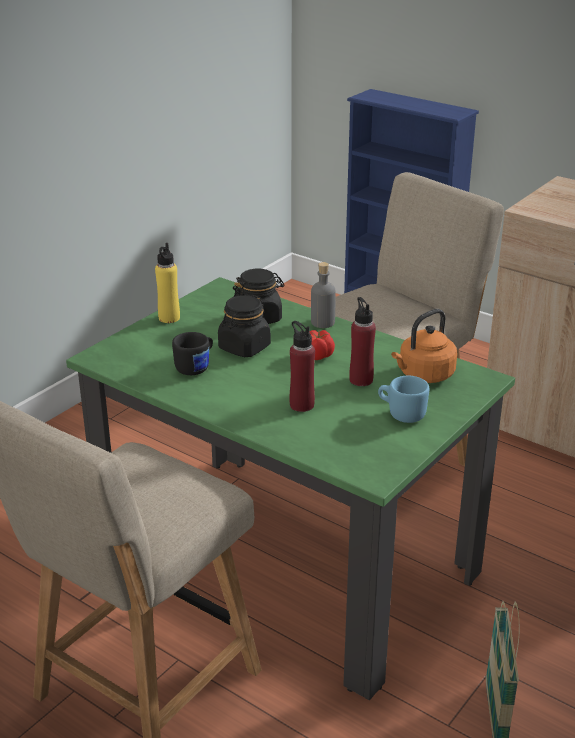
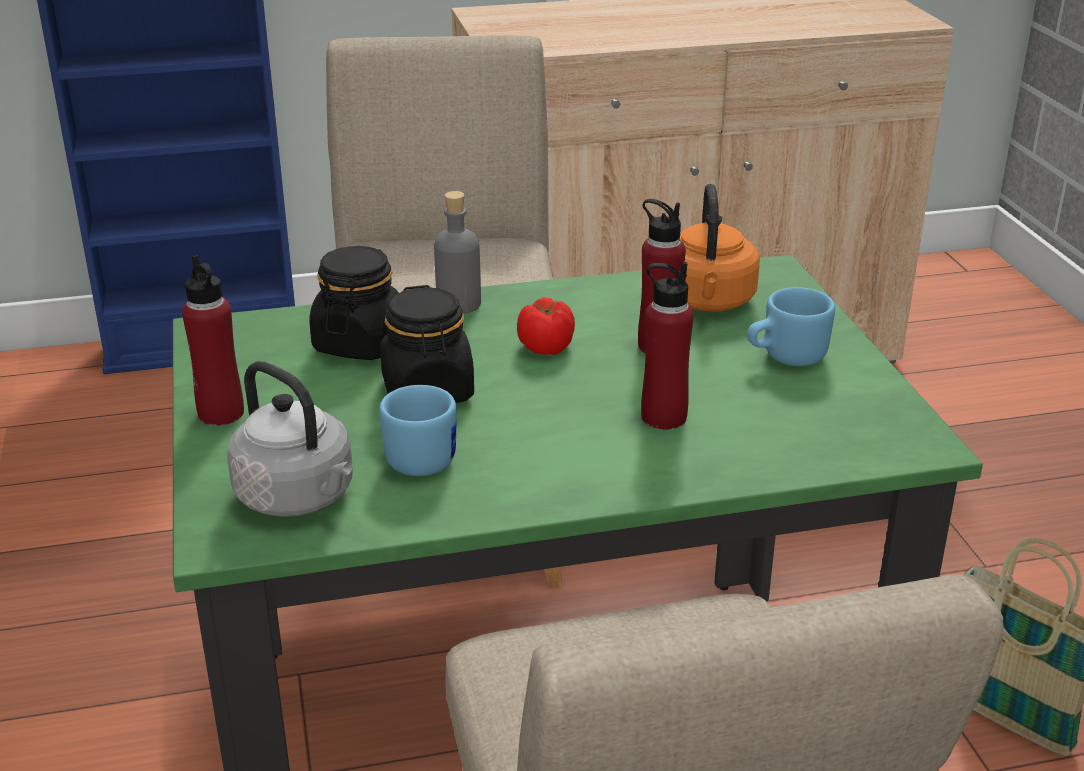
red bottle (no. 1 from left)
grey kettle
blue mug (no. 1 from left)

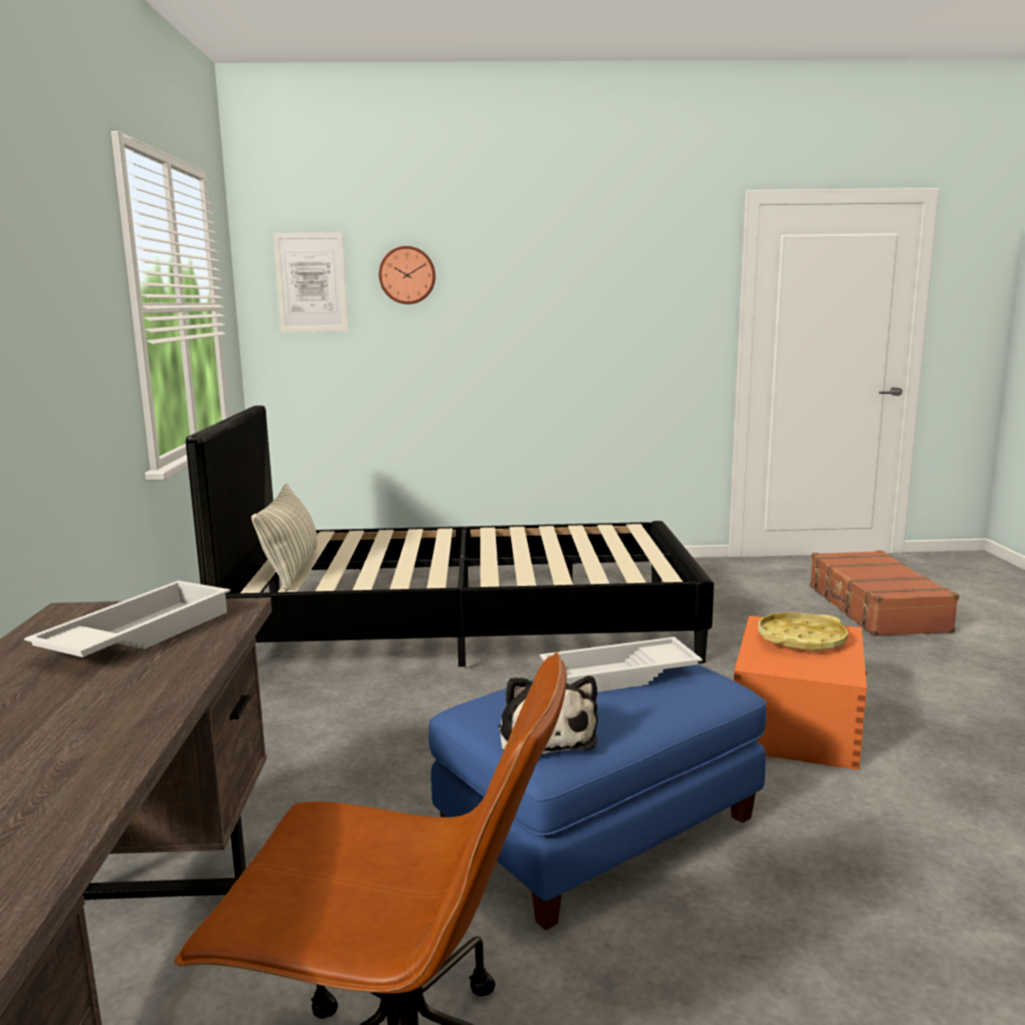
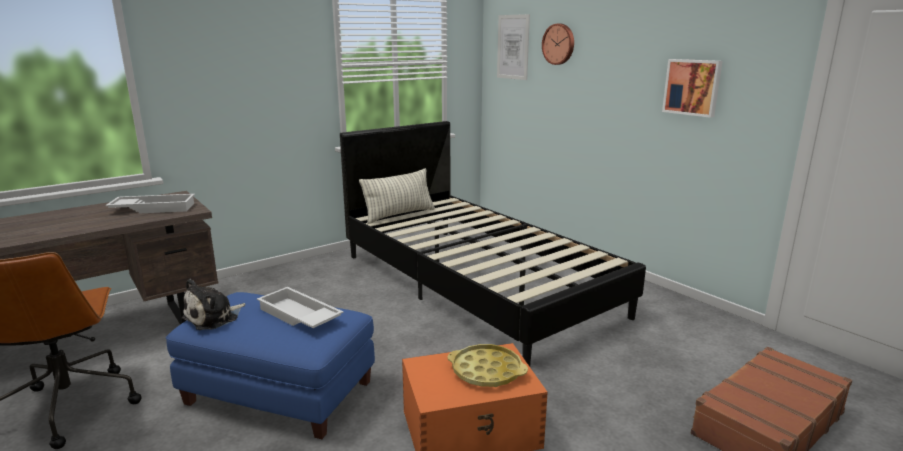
picture (no. 2 from left)

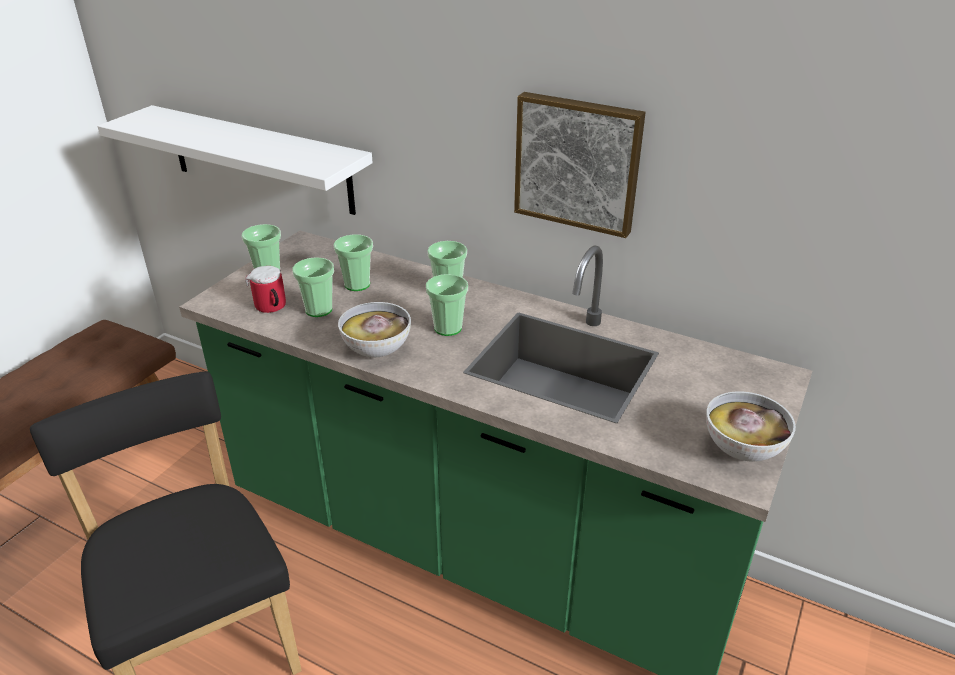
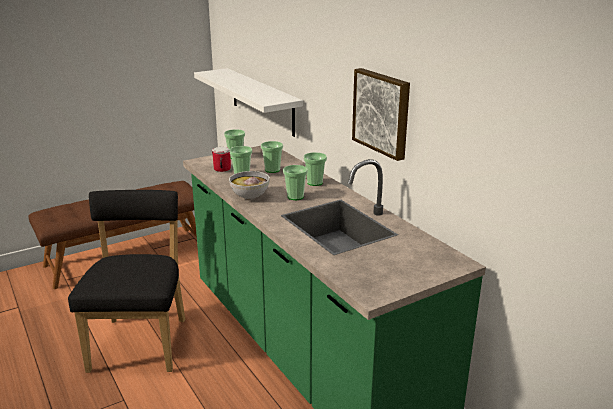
bowl (no. 2 from left in the first image)

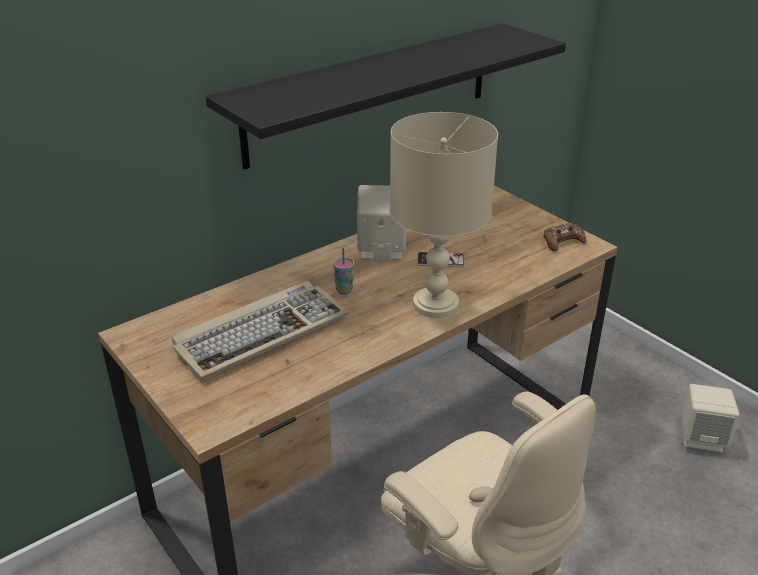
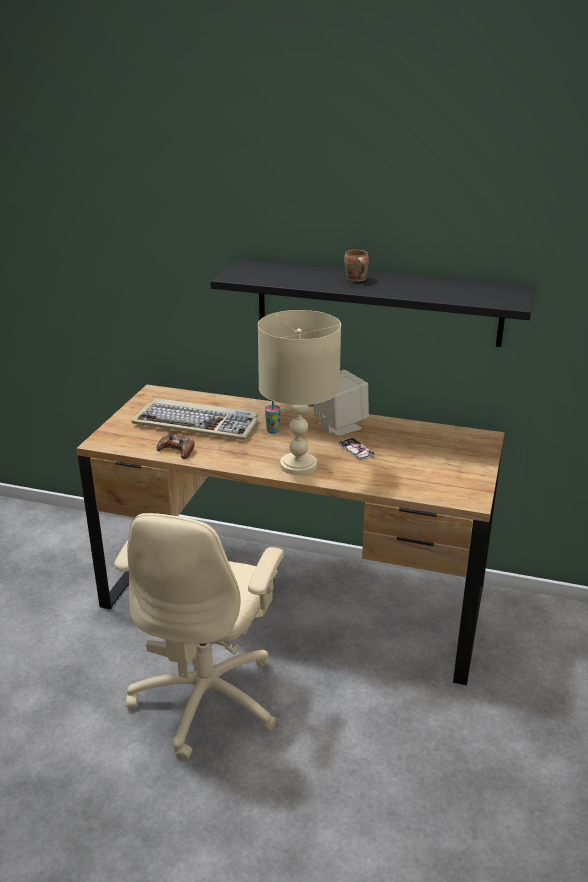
brown game controller
brown mug
beige speaker (no. 2 from left in the first image)

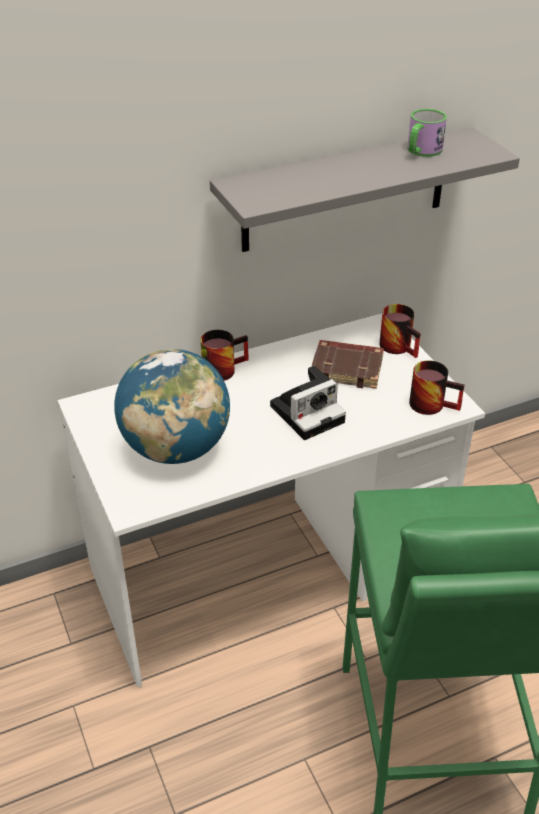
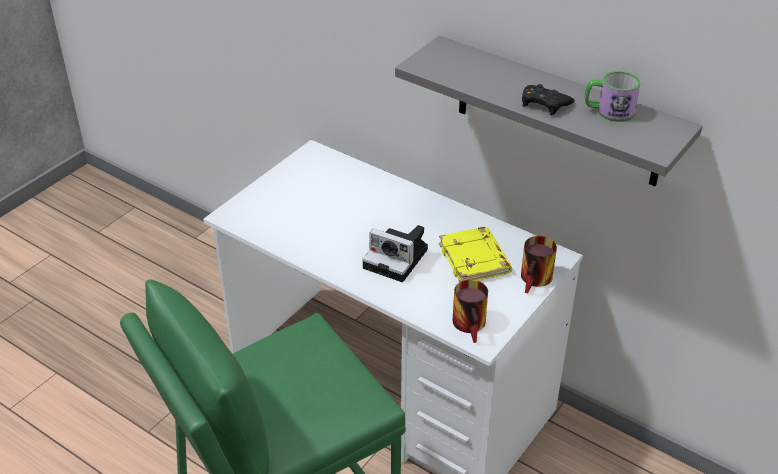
yellow book
black game controller
globe
mug (no. 1 from left in the first image)

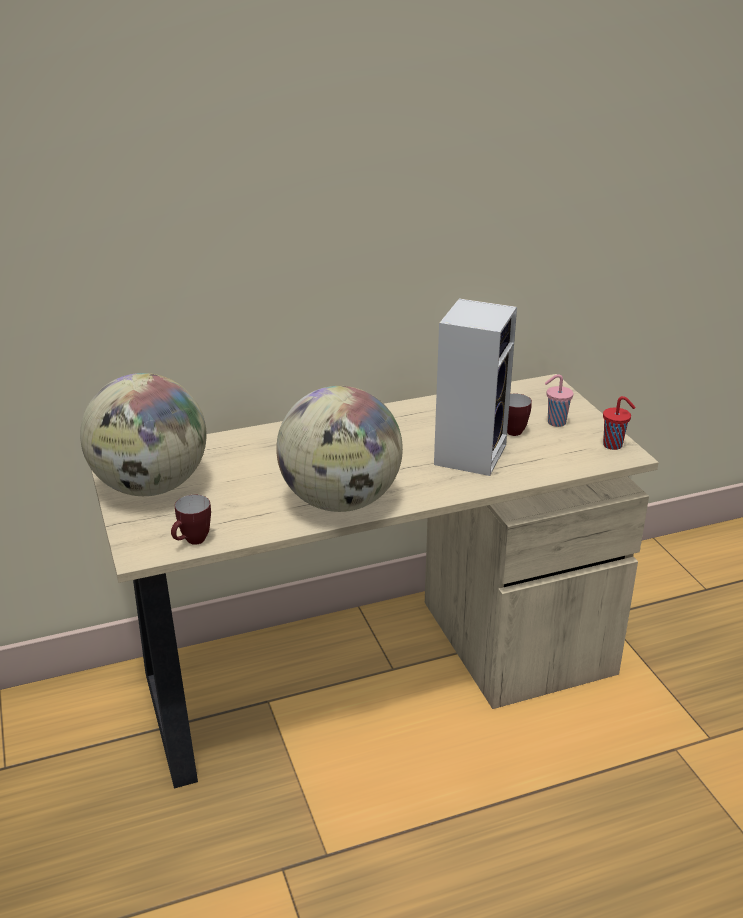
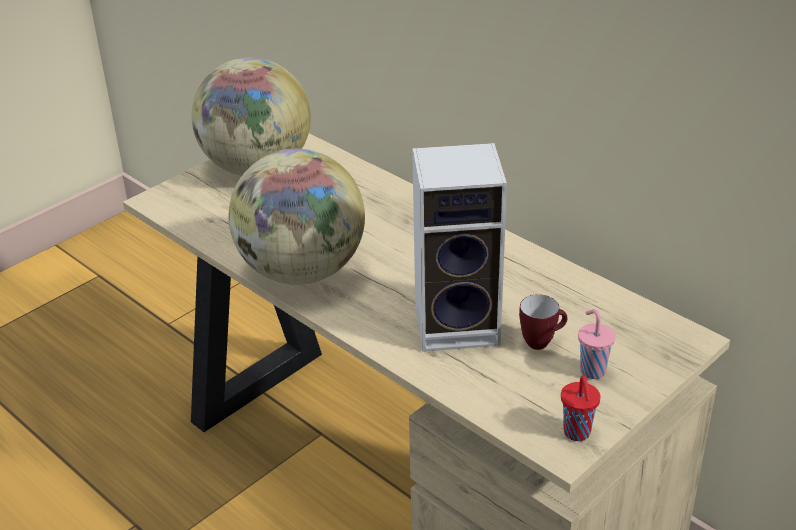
mug (no. 1 from left in the first image)

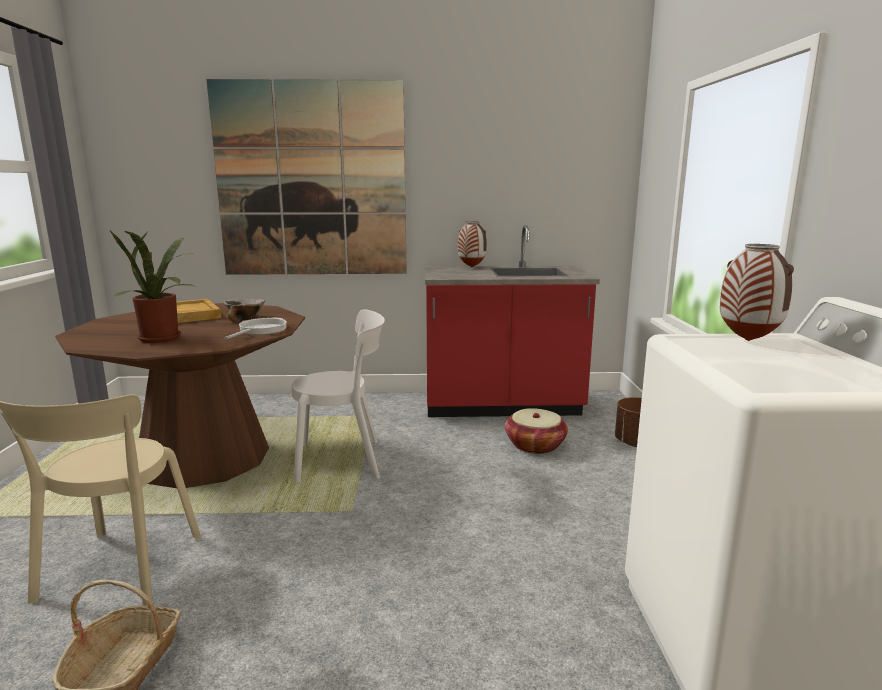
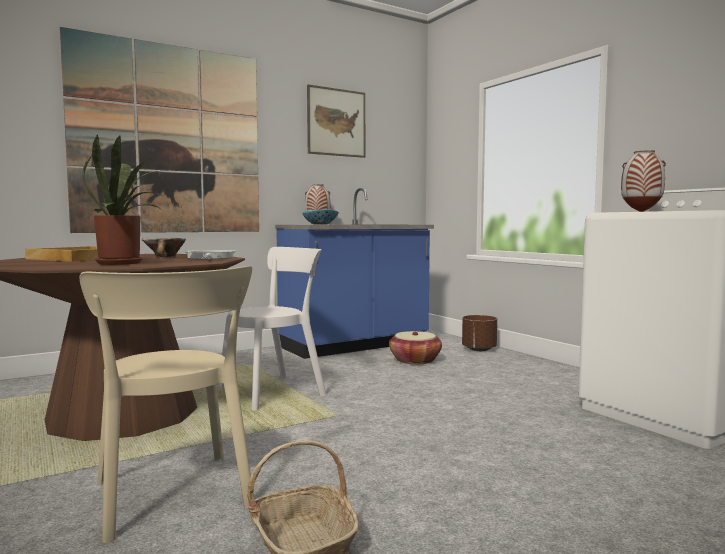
blue counter
bowl (no. 2 from left)
picture (no. 2 from left)

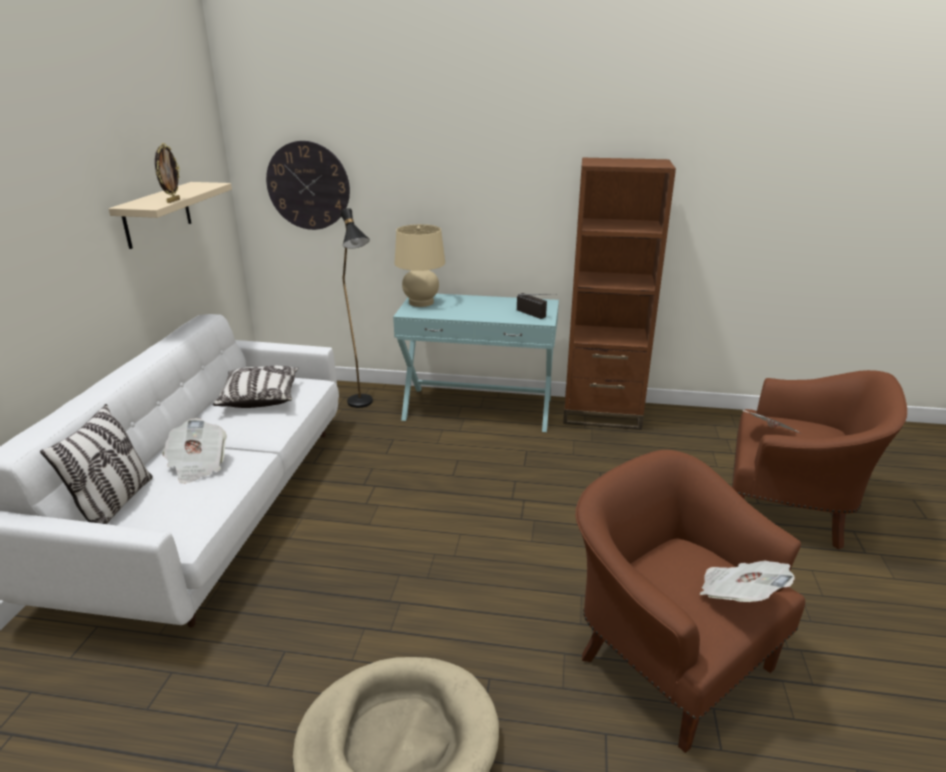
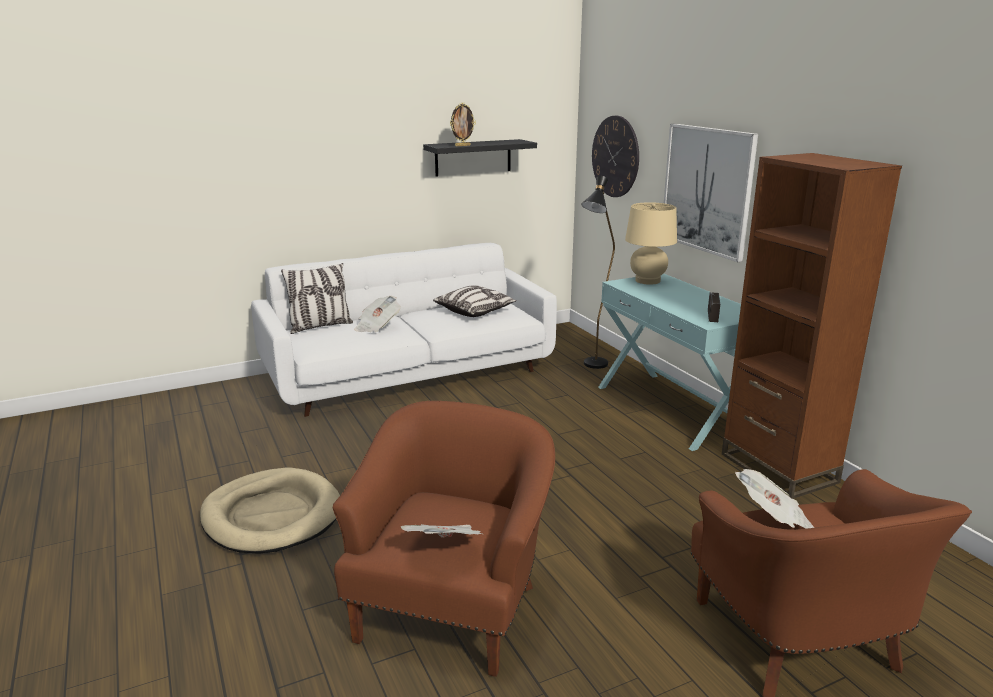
black shelf
picture

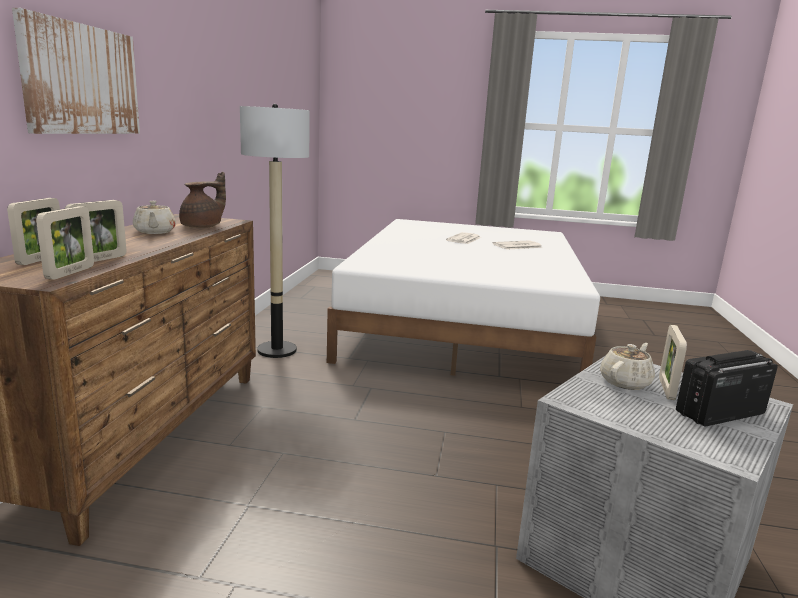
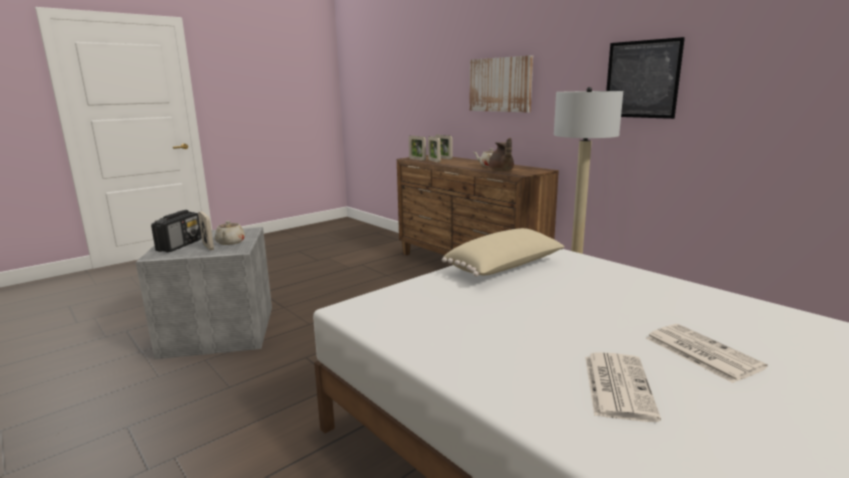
beige pillow
picture (no. 2 from left)

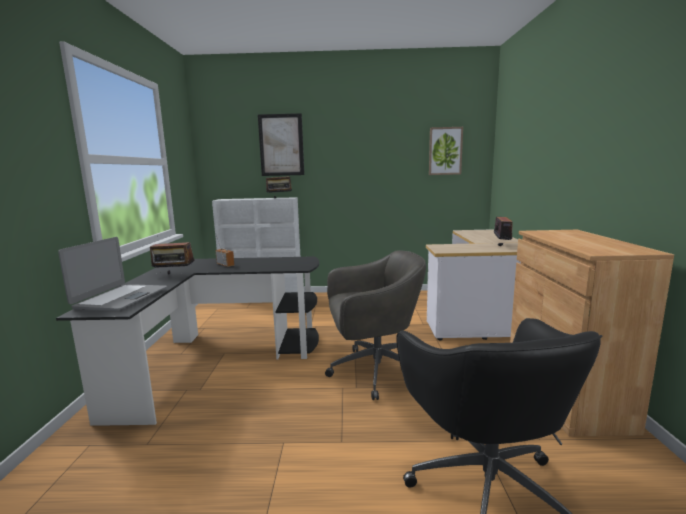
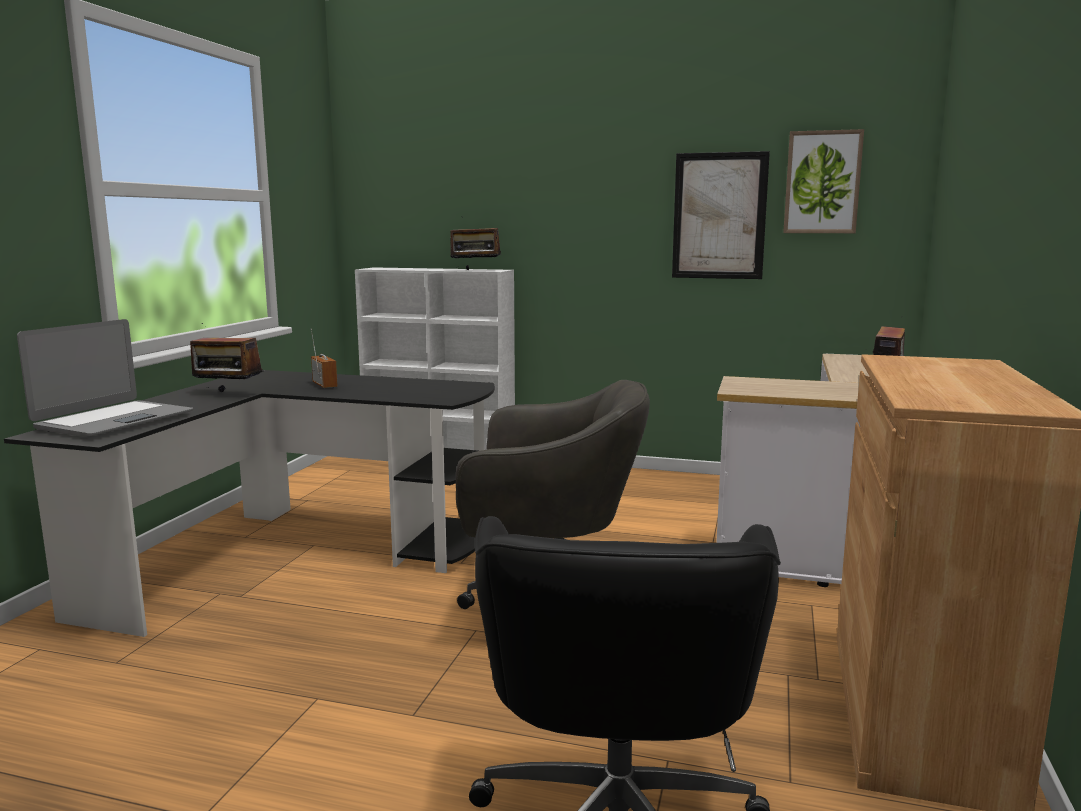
picture (no. 1 from left)

